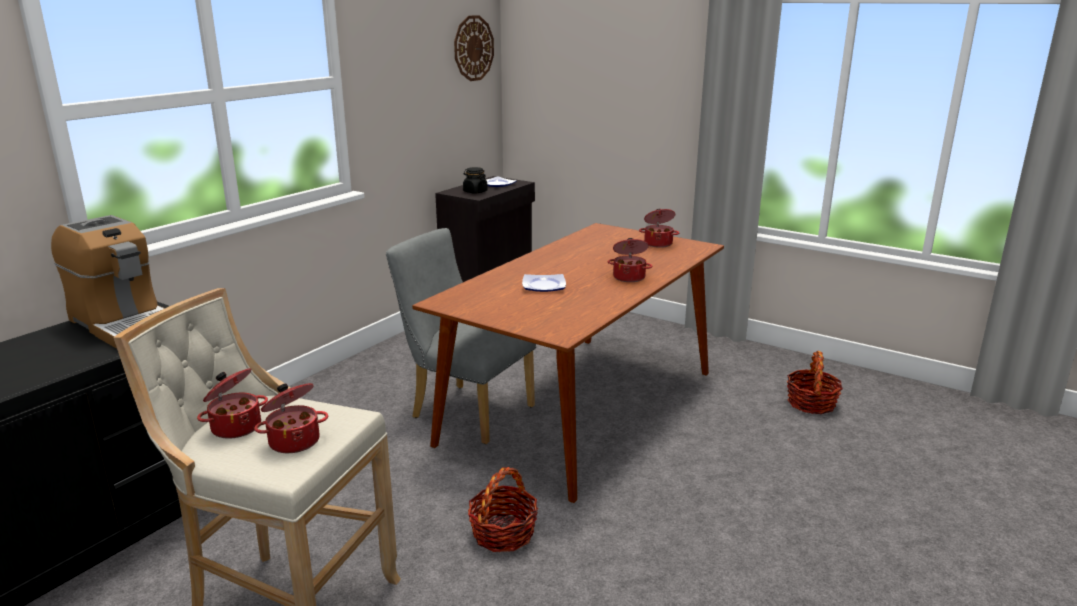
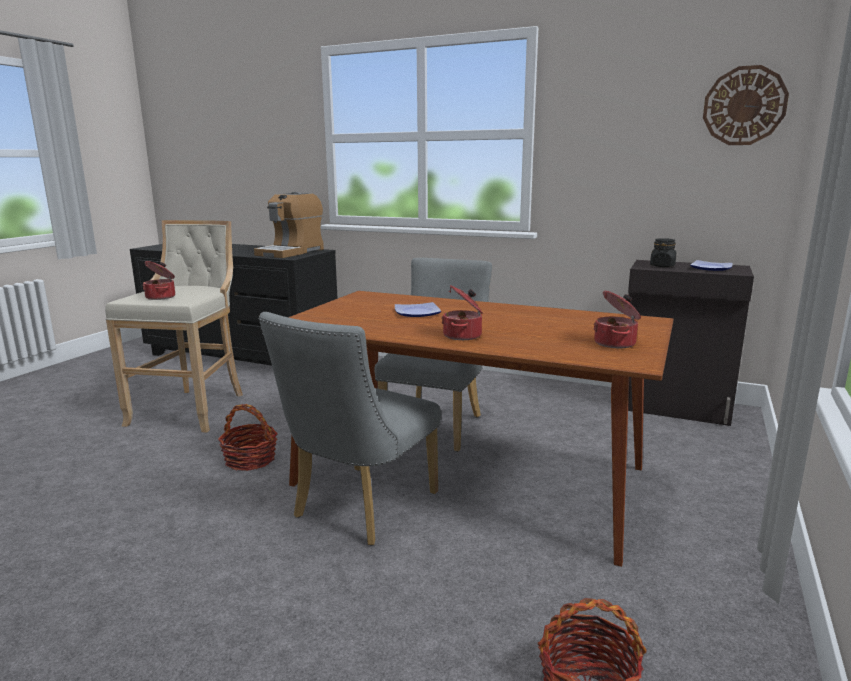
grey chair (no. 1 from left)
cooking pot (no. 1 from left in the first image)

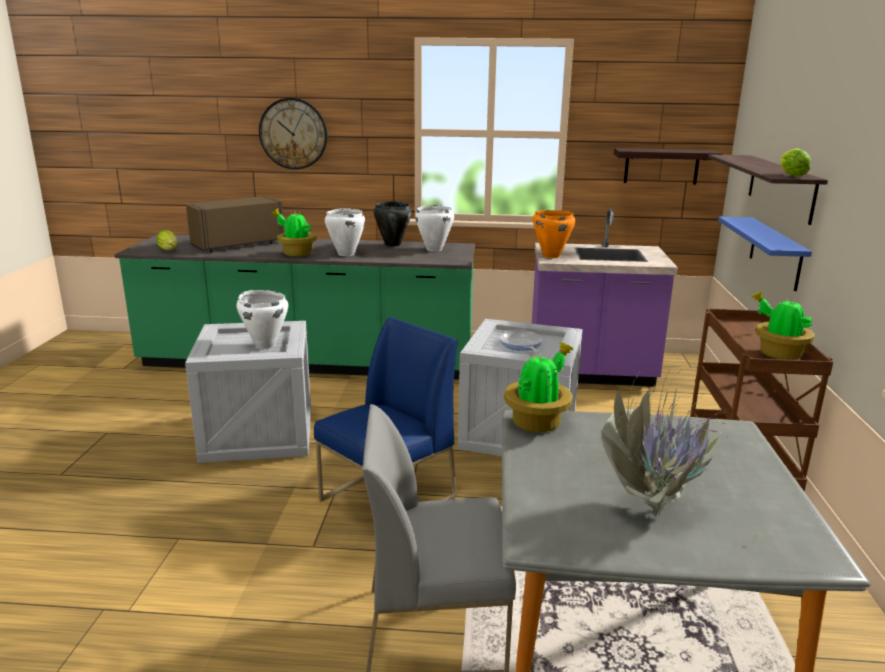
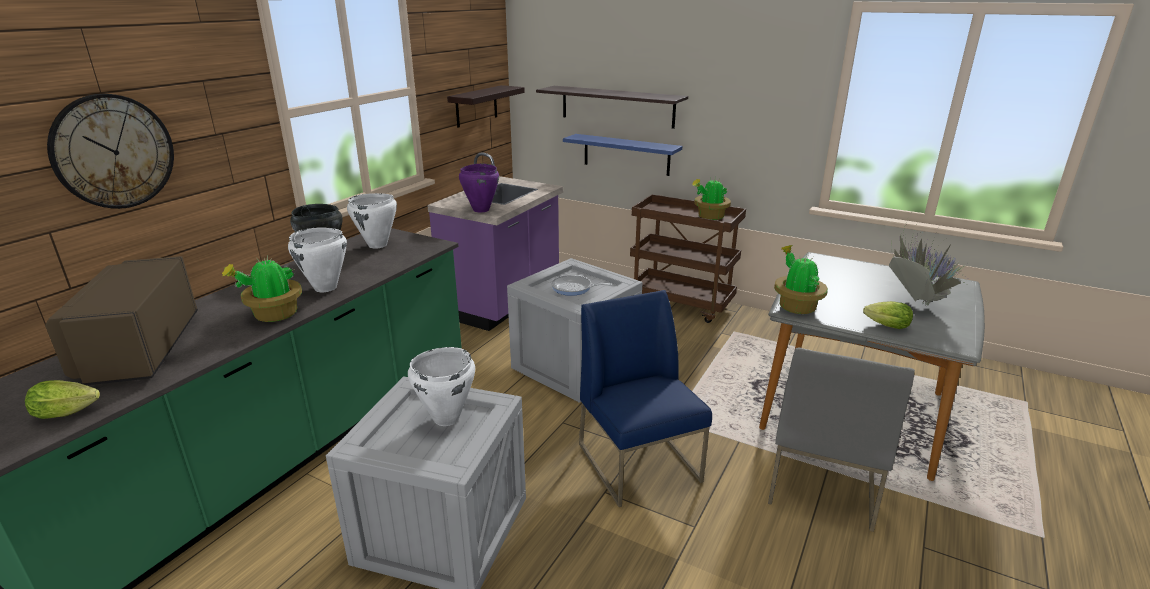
purple cooking pot
lettuce (no. 2 from left)

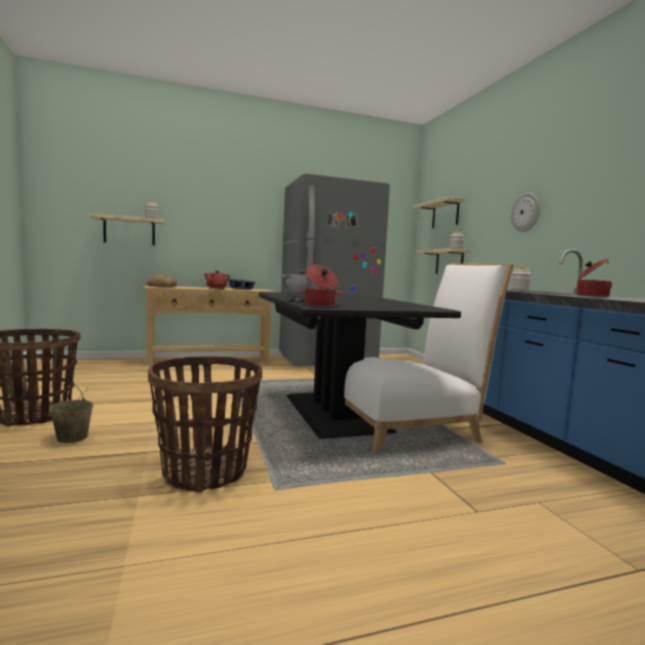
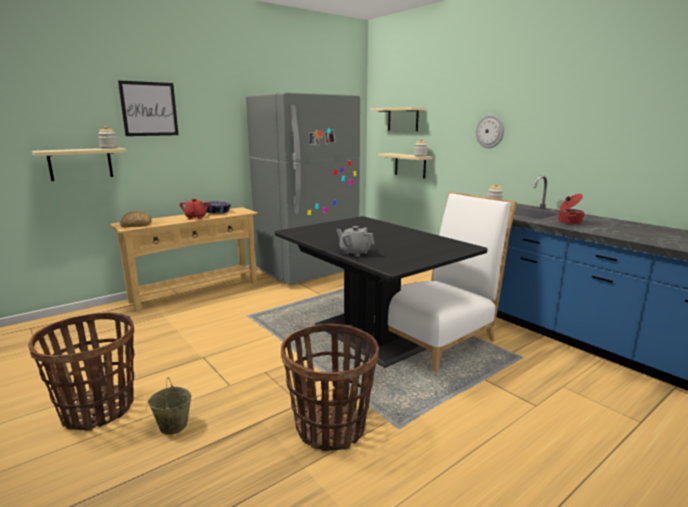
picture
cooking pot (no. 1 from left in the first image)

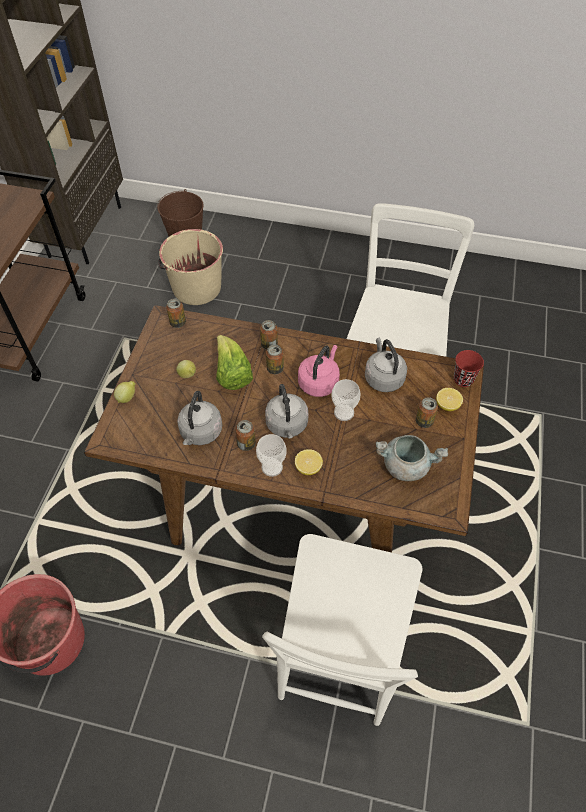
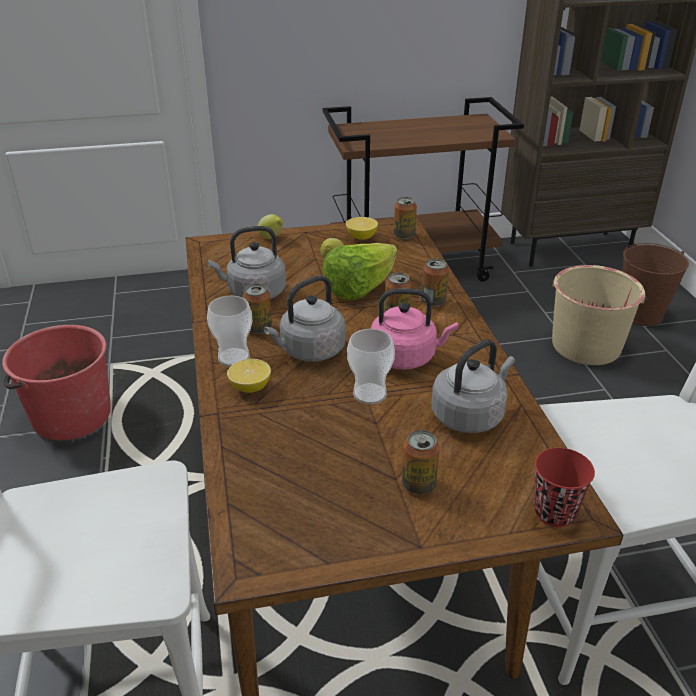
lemon (no. 4 from left)
grey cooking pot

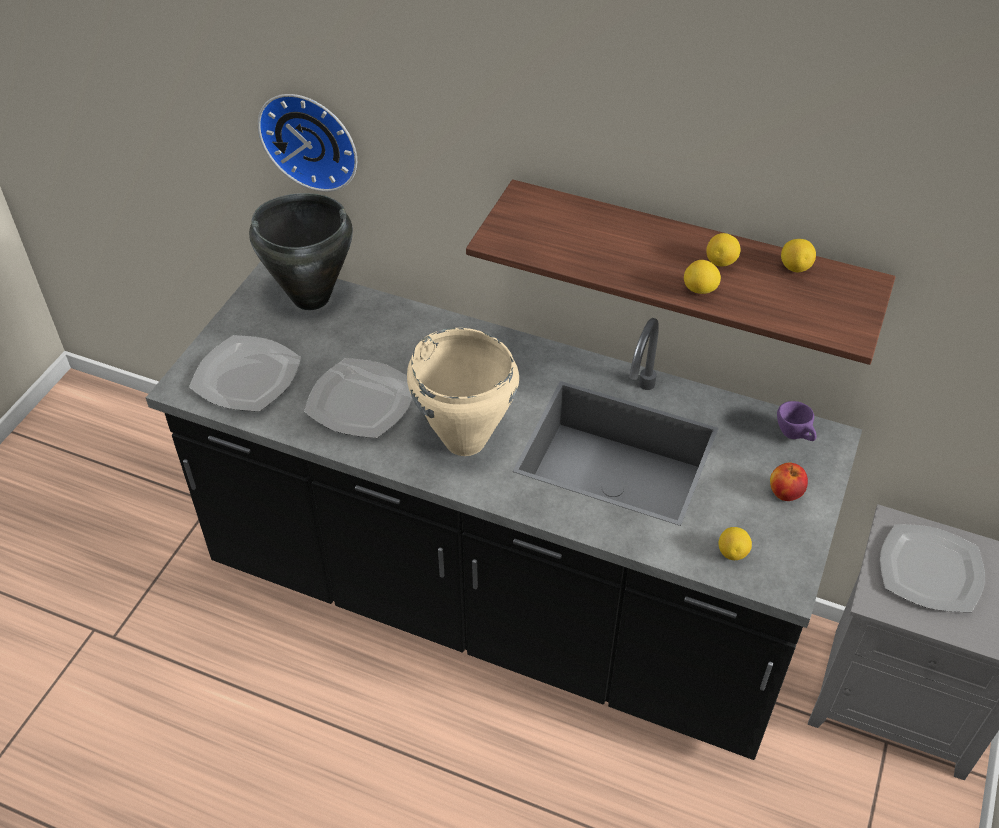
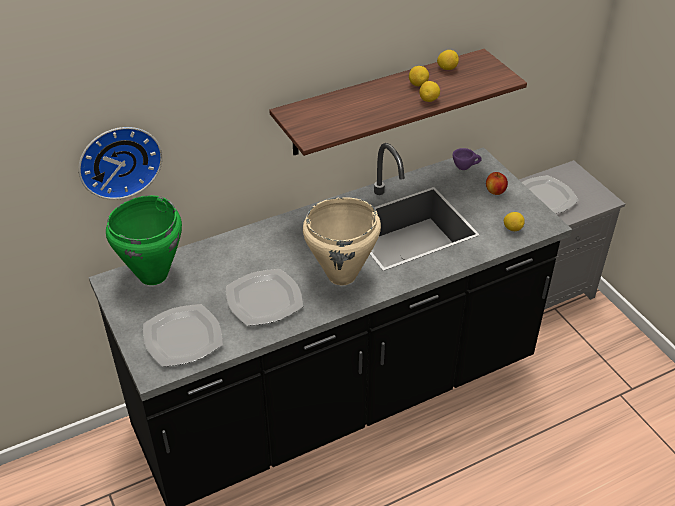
green cooking pot

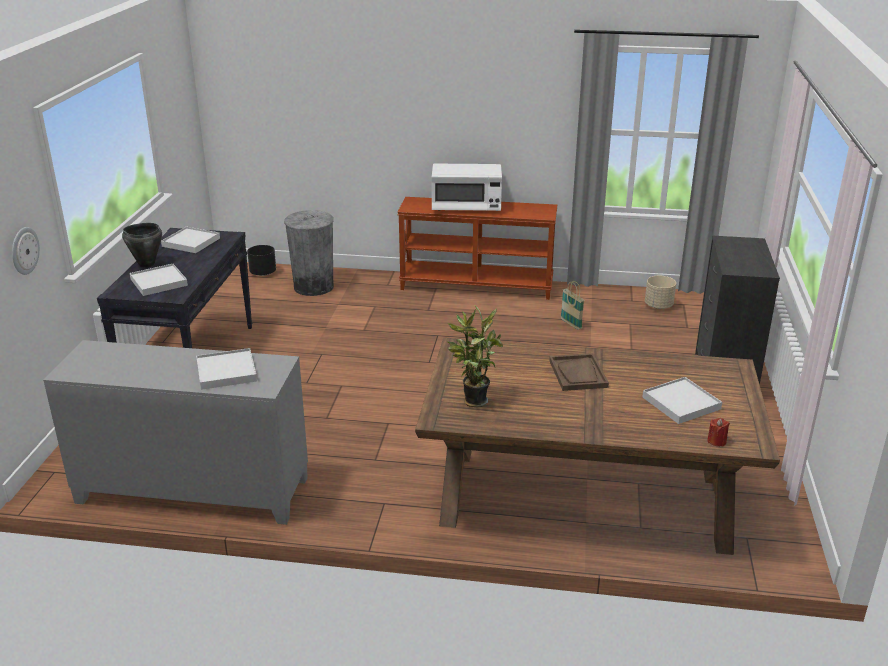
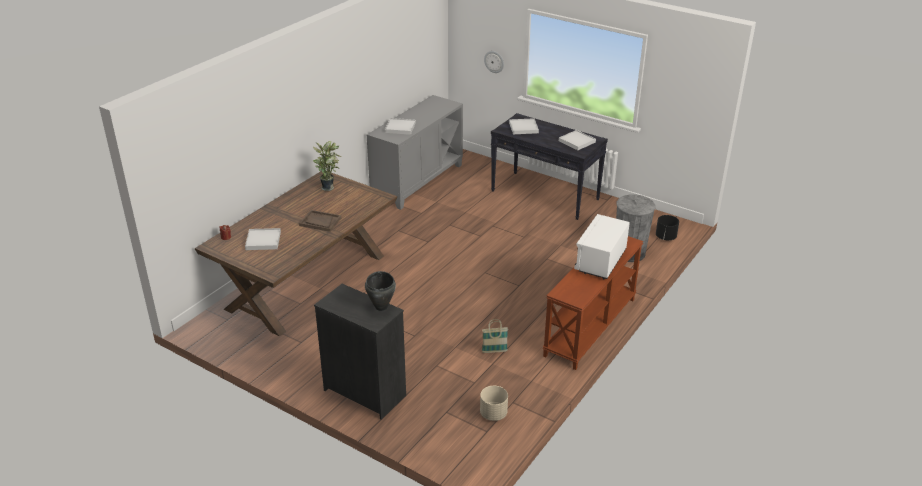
black cooking pot

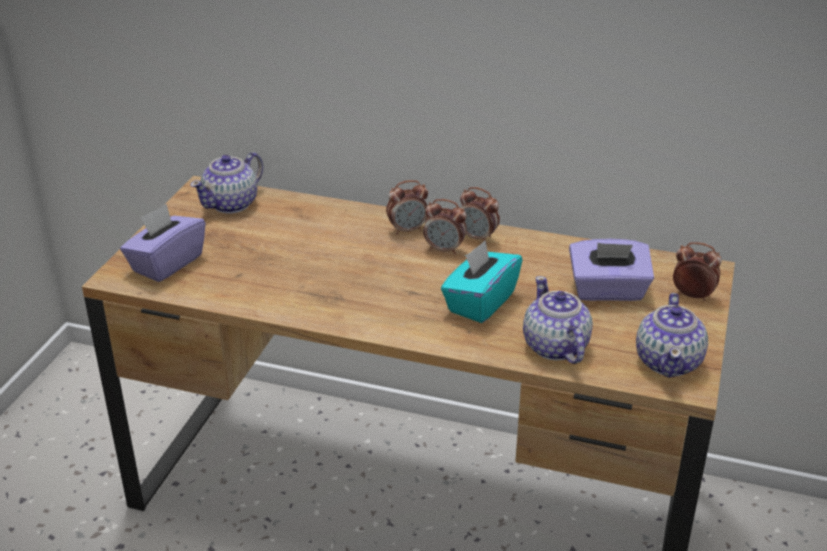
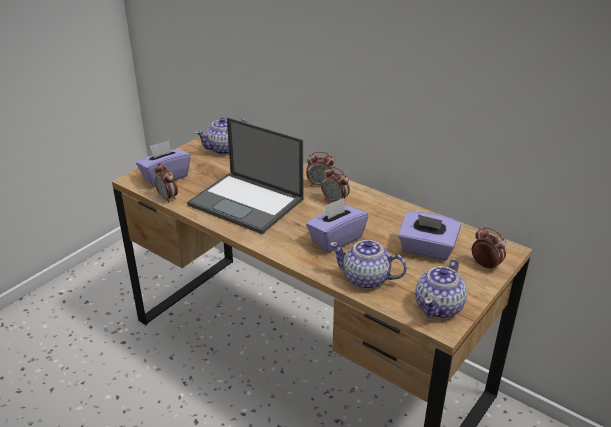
alarm clock (no. 1 from left)
laptop
purple tissue box (no. 2 from left)
teapot (no. 2 from left)

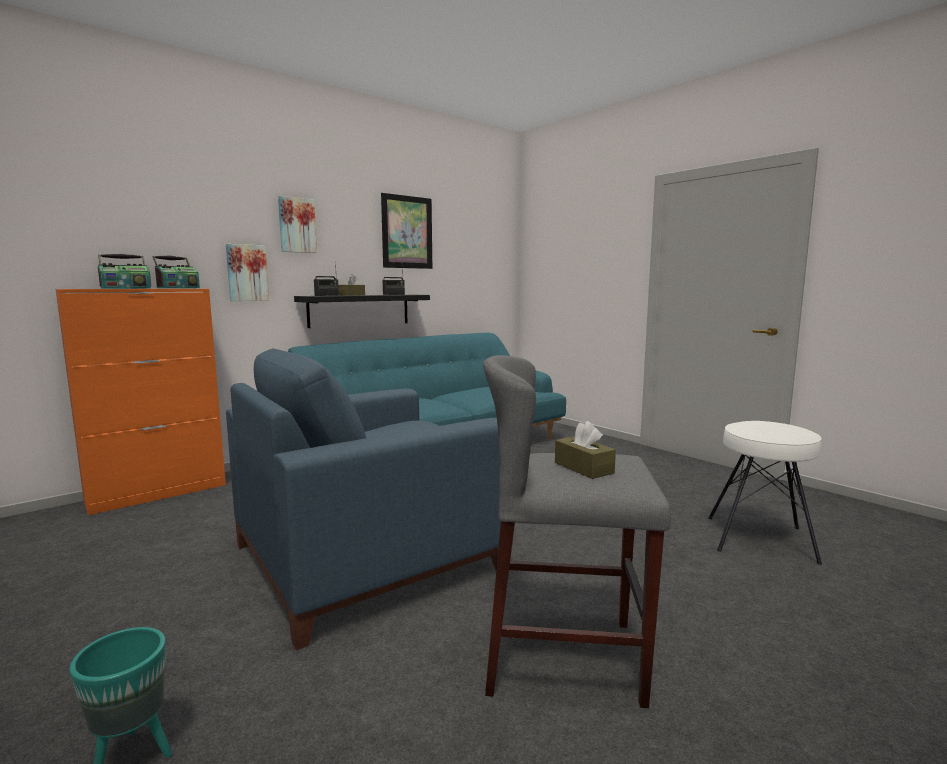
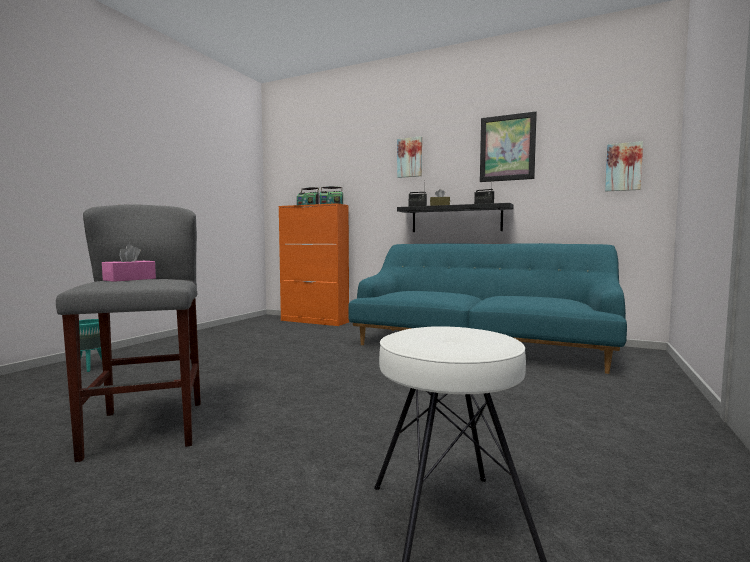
pink tissue box
picture (no. 3 from left)
blue armchair

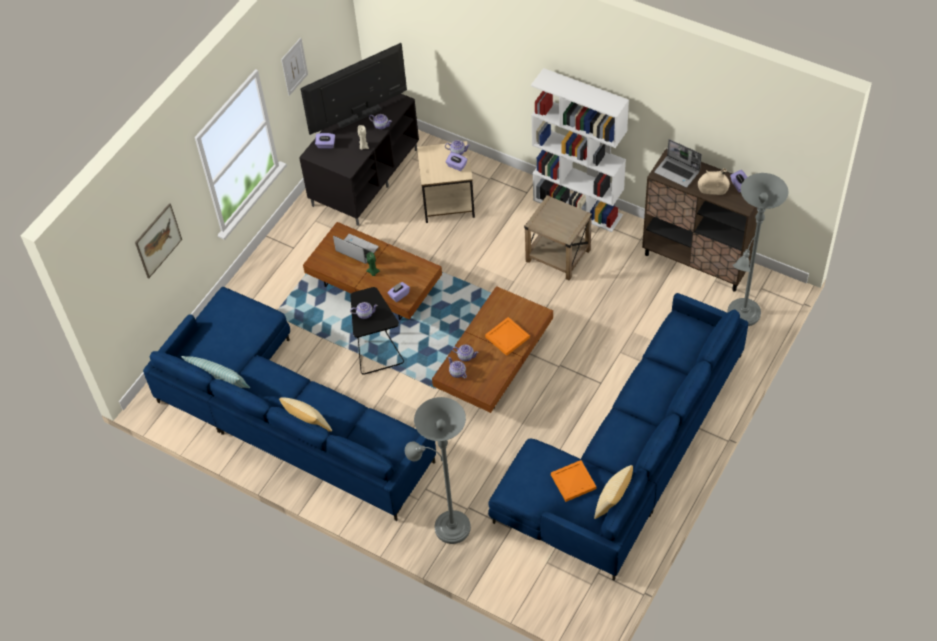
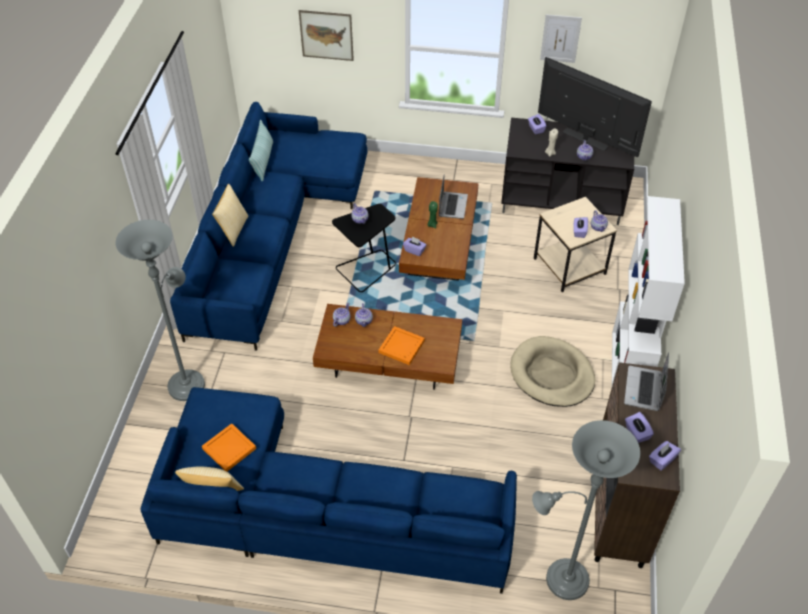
beige dog bed
purple tissue box (no. 4 from left)

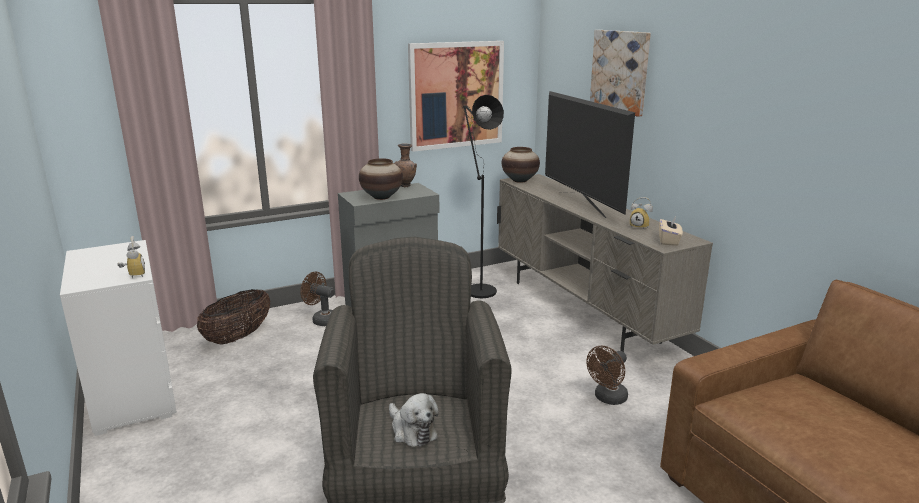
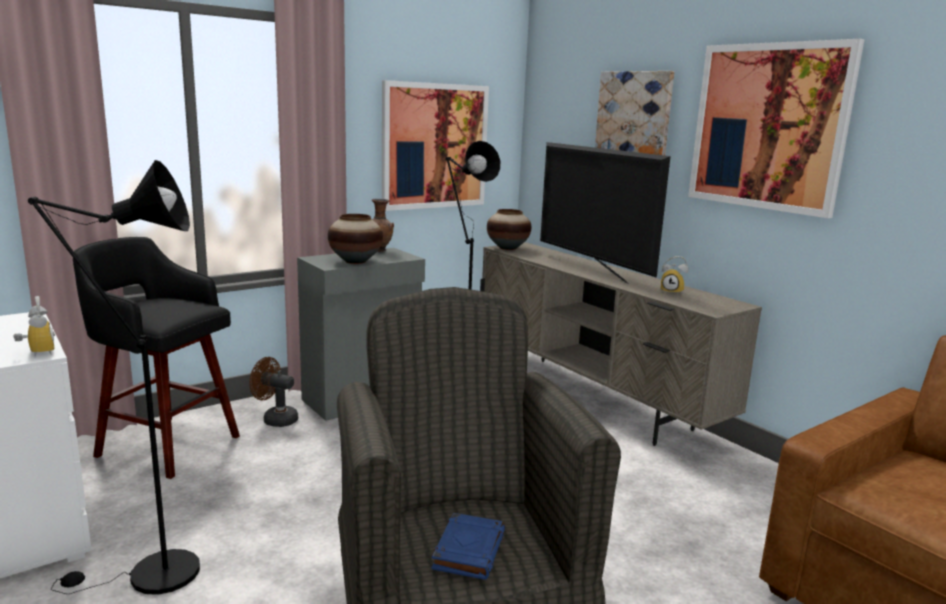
black floor lamp (no. 1 from left)
black stool
blue book
picture (no. 3 from left)
brown fan (no. 2 from left in the first image)
beige tissue box

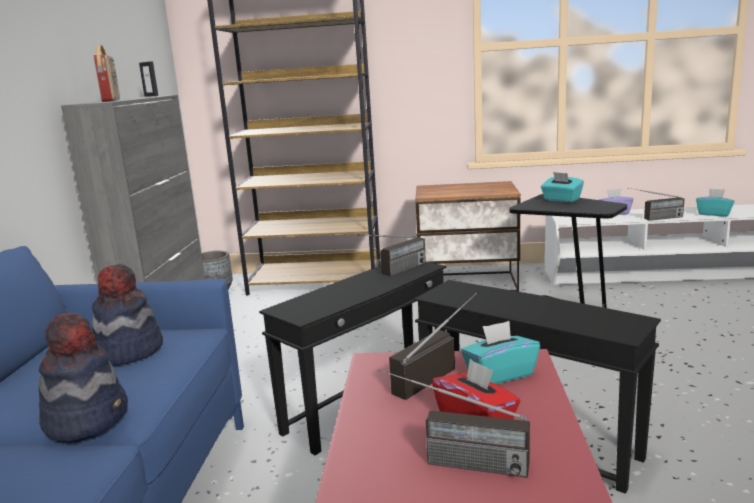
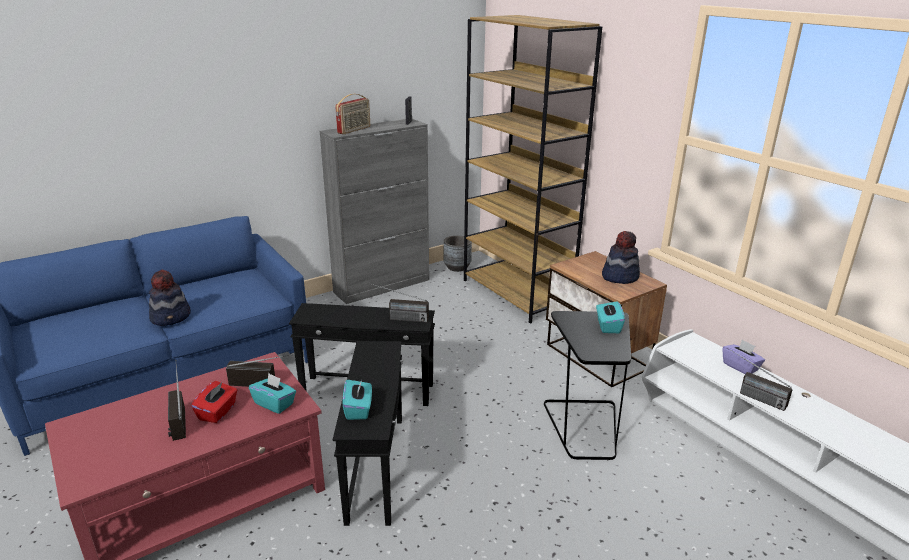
turquoise tissue box (no. 2 from left)
hat (no. 2 from left)

